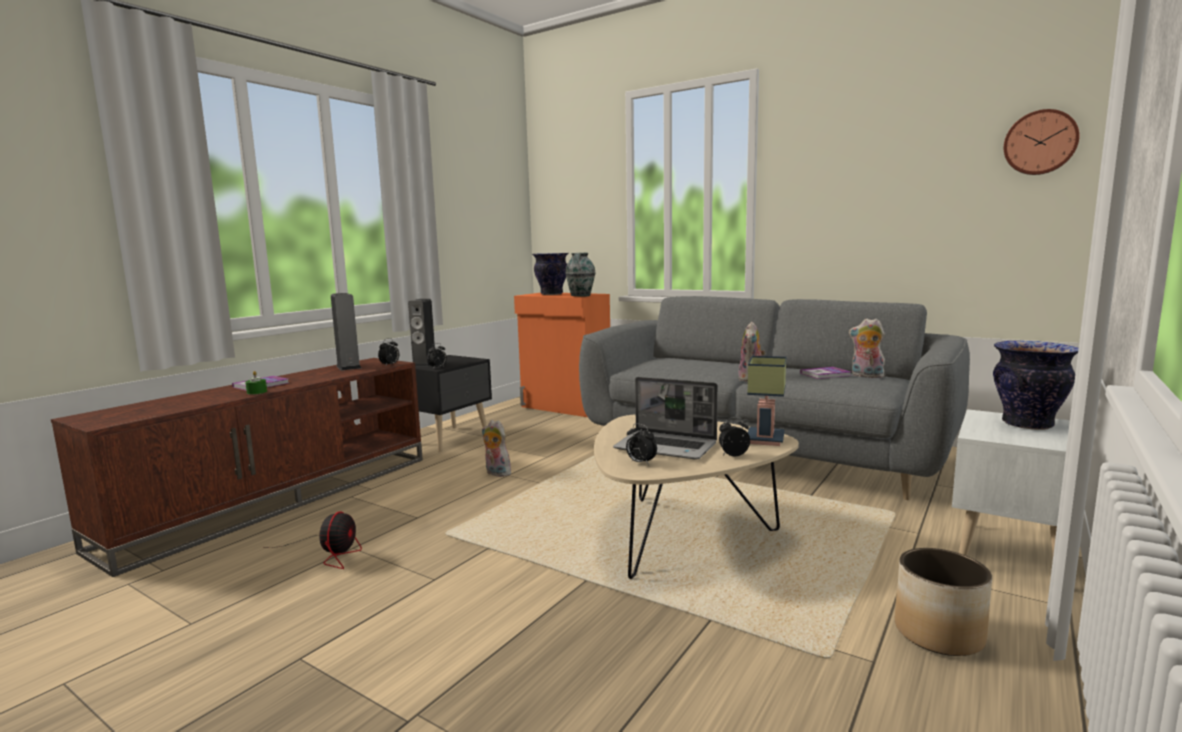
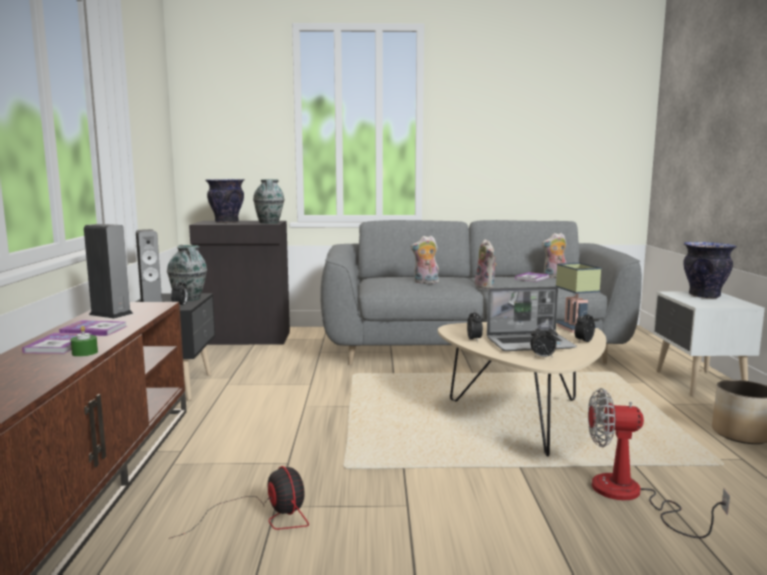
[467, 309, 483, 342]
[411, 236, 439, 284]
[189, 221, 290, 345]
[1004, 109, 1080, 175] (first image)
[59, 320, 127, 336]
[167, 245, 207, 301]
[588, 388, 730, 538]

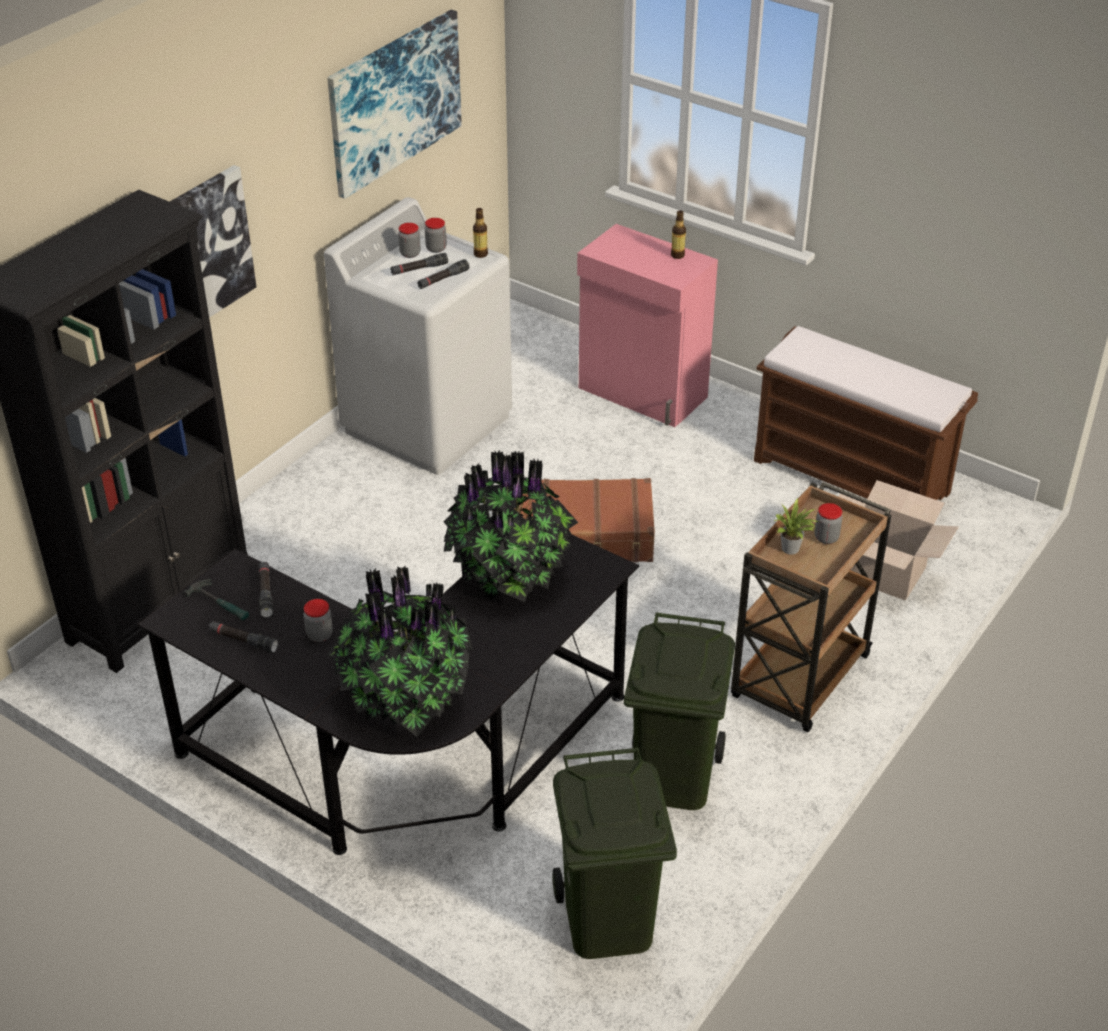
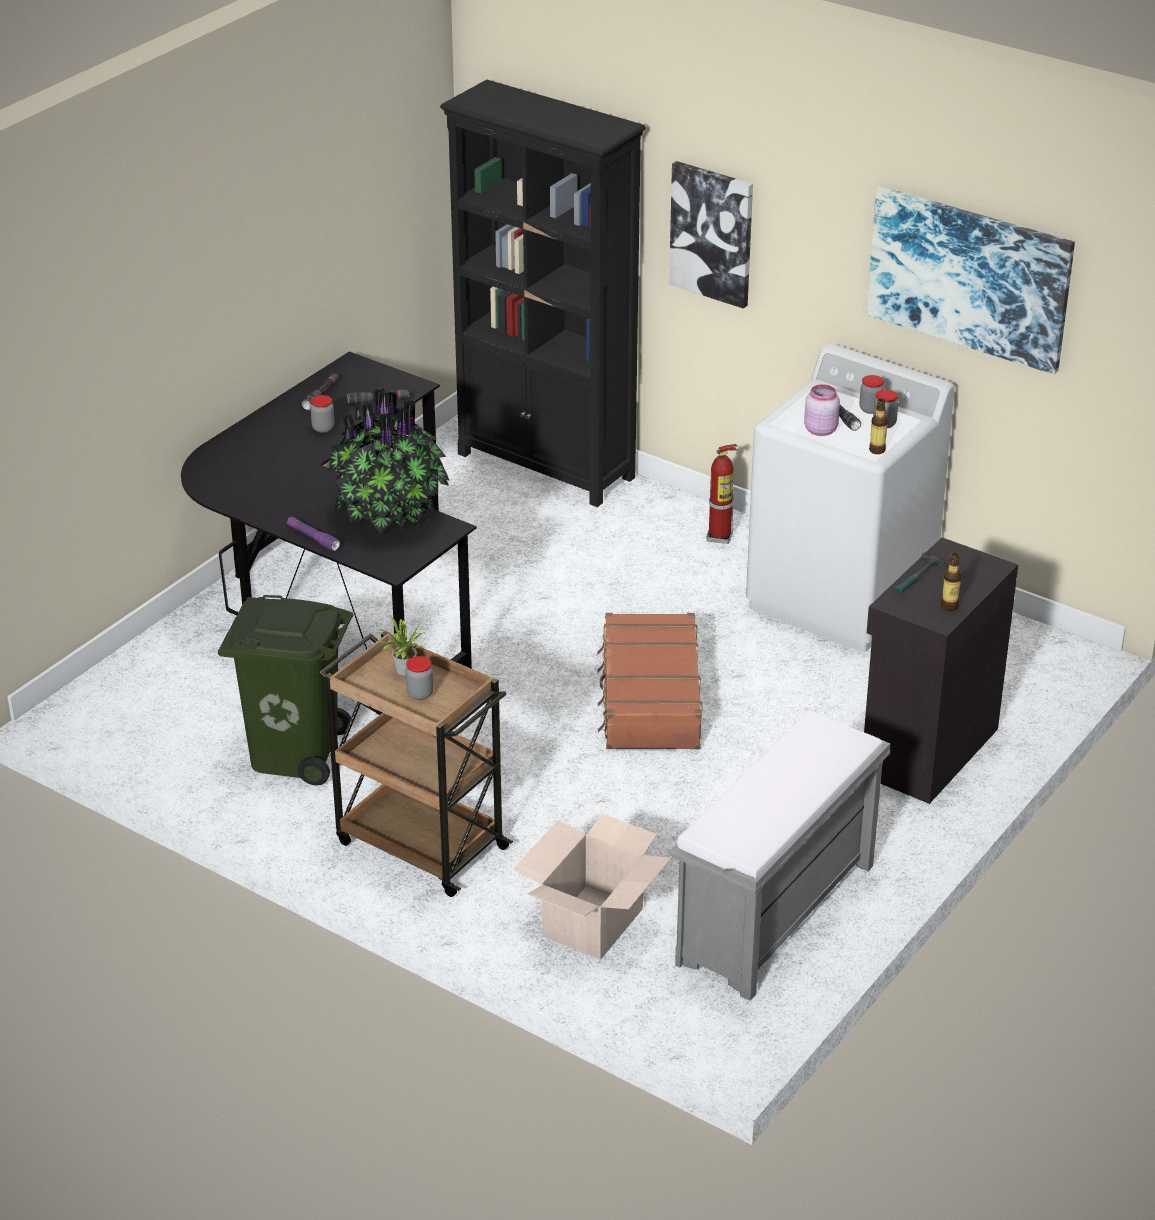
[893, 553, 945, 594]
[326, 566, 473, 737] (first image)
[804, 384, 840, 436]
[552, 748, 677, 959] (first image)
[864, 537, 1018, 804]
[669, 711, 890, 1001]
[287, 517, 340, 551]
[706, 444, 738, 544]

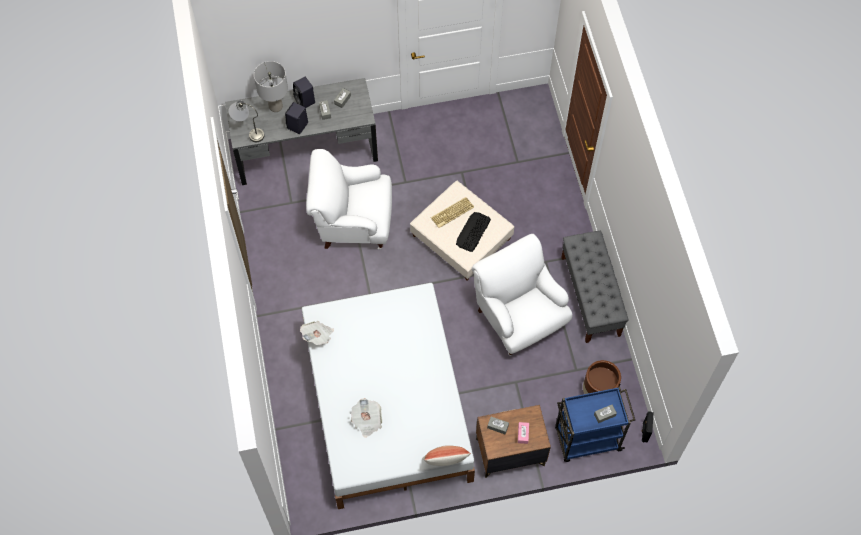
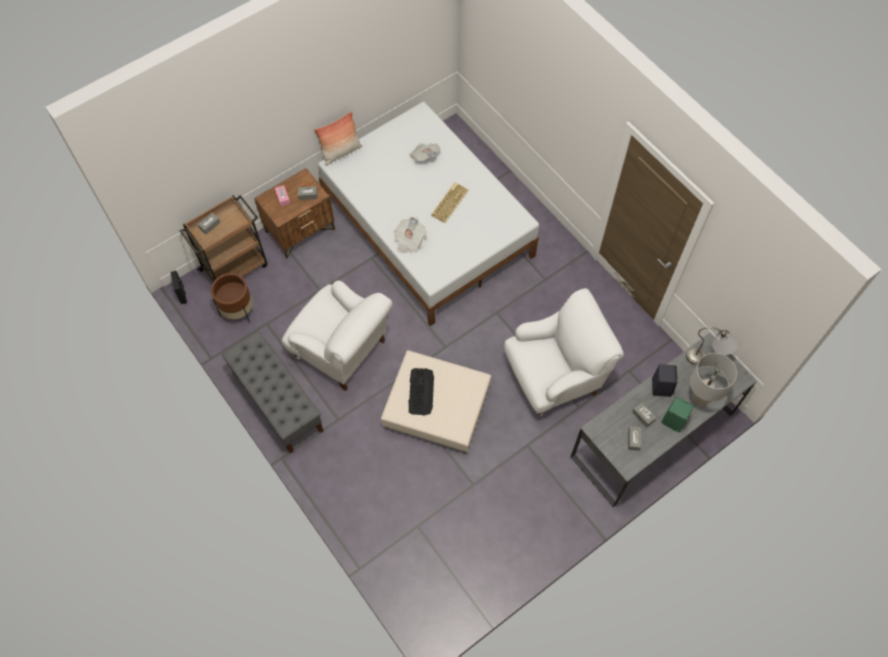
[661, 397, 694, 433]
[395, 217, 426, 253]
[431, 182, 469, 223]
[179, 195, 267, 282]

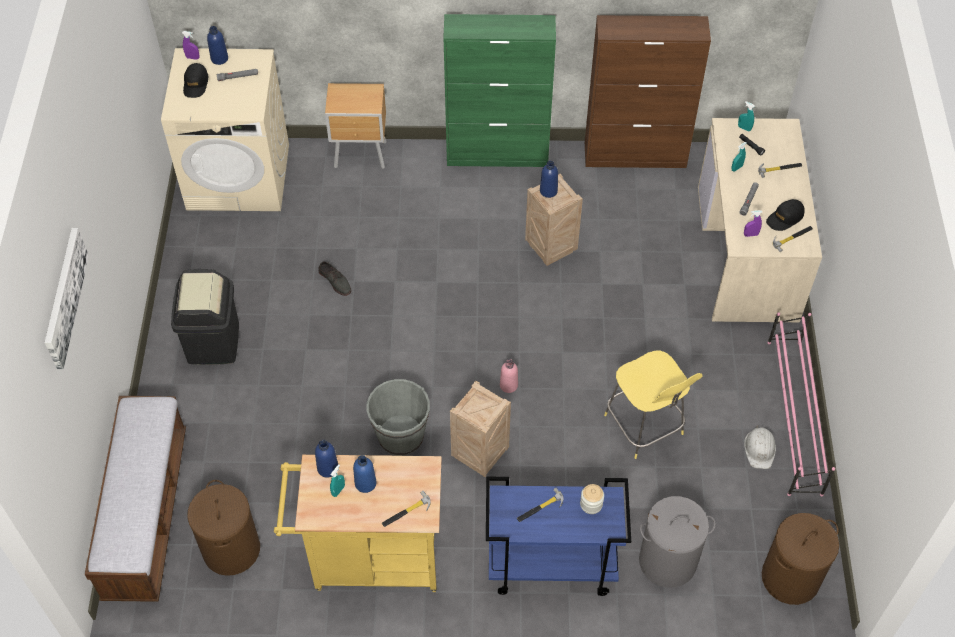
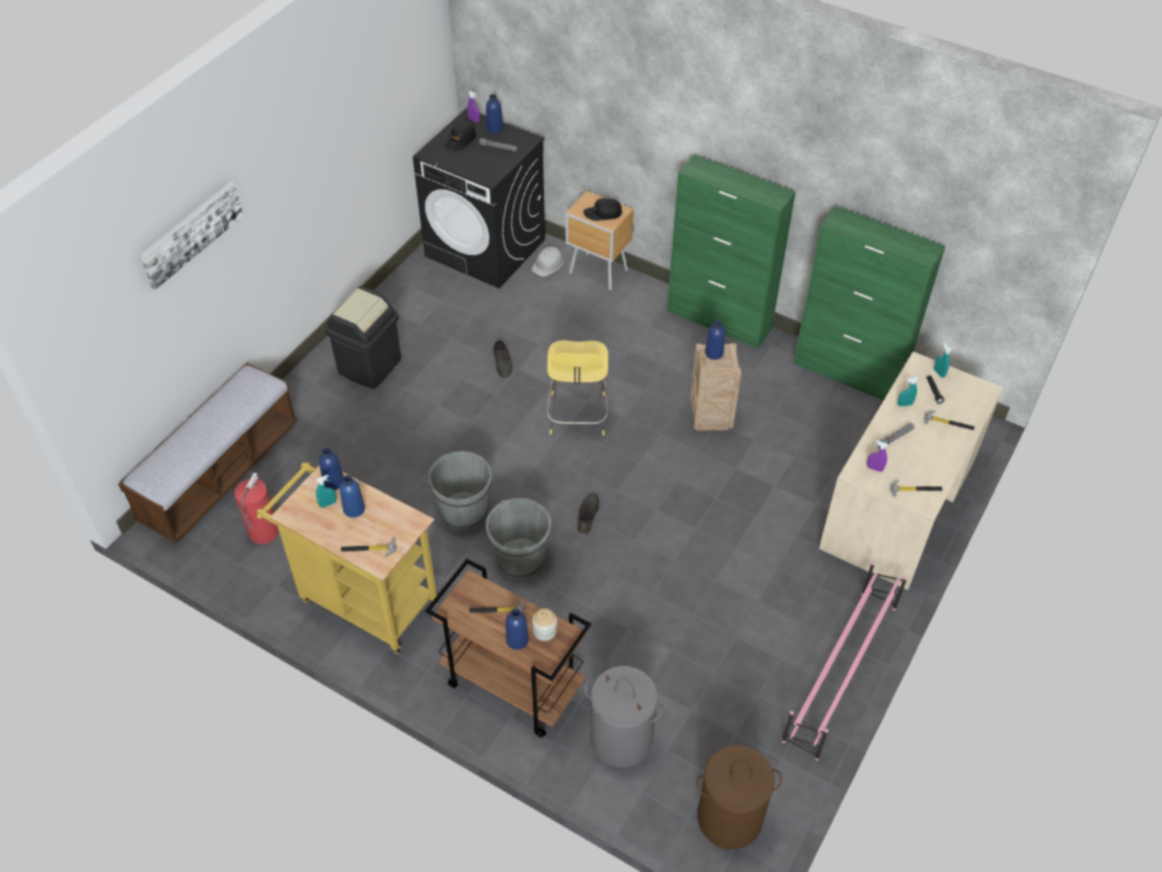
[413, 108, 545, 288]
[234, 473, 279, 544]
[486, 498, 551, 579]
[425, 559, 591, 737]
[577, 494, 599, 534]
[794, 206, 945, 401]
[547, 340, 608, 436]
[532, 247, 564, 277]
[584, 198, 622, 221]
[506, 608, 529, 650]

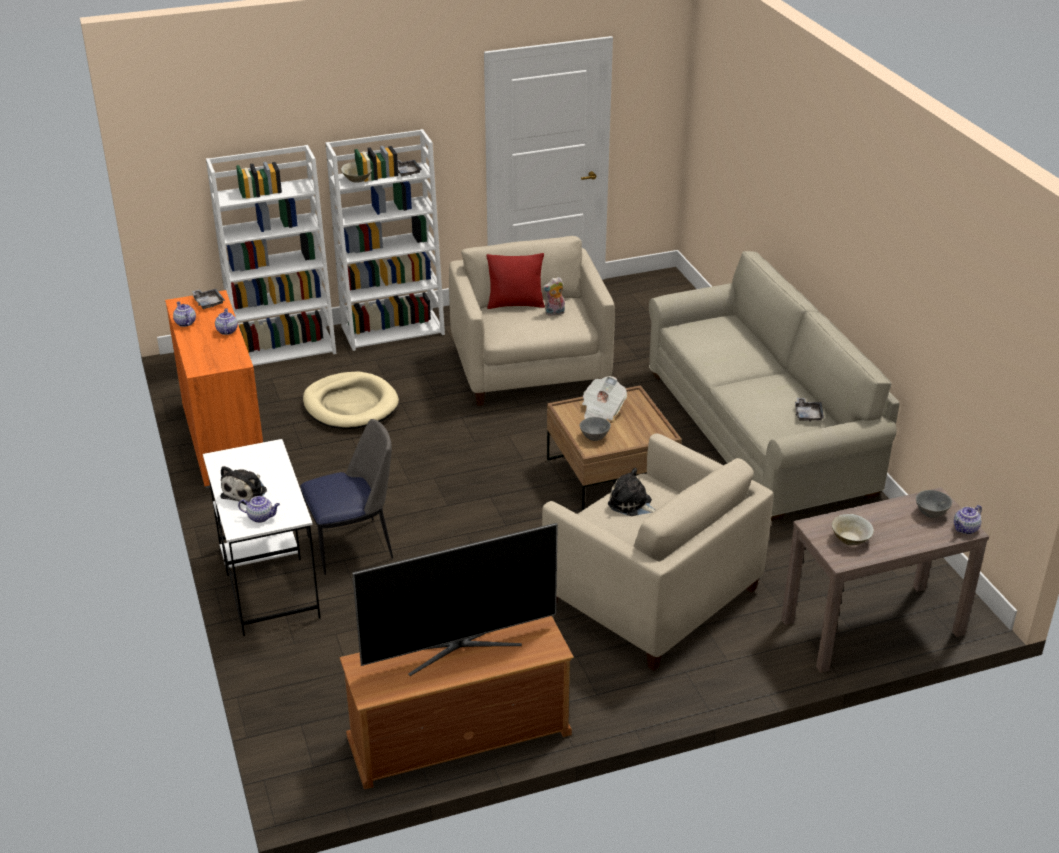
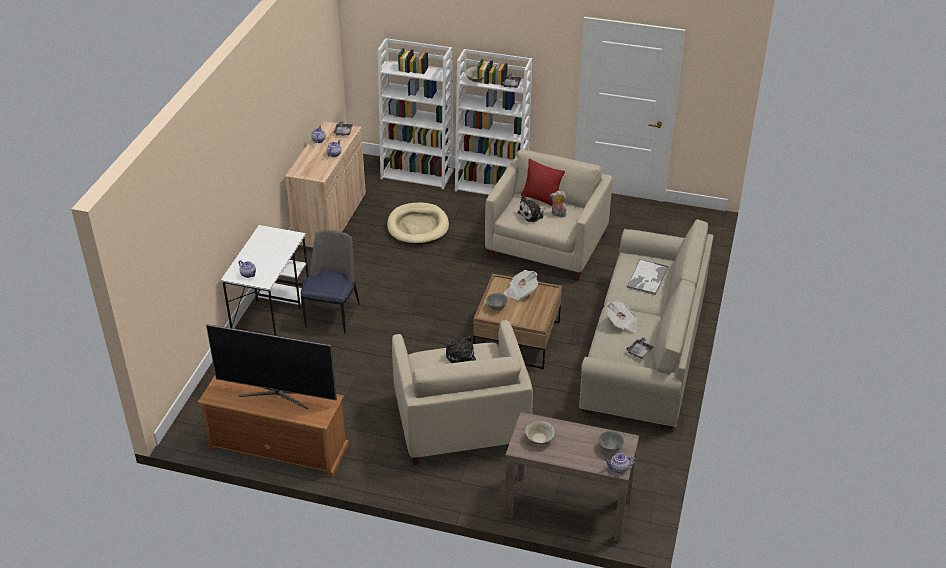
[285, 121, 366, 247]
[518, 196, 546, 222]
[300, 230, 360, 334]
[607, 301, 638, 333]
[626, 259, 669, 295]

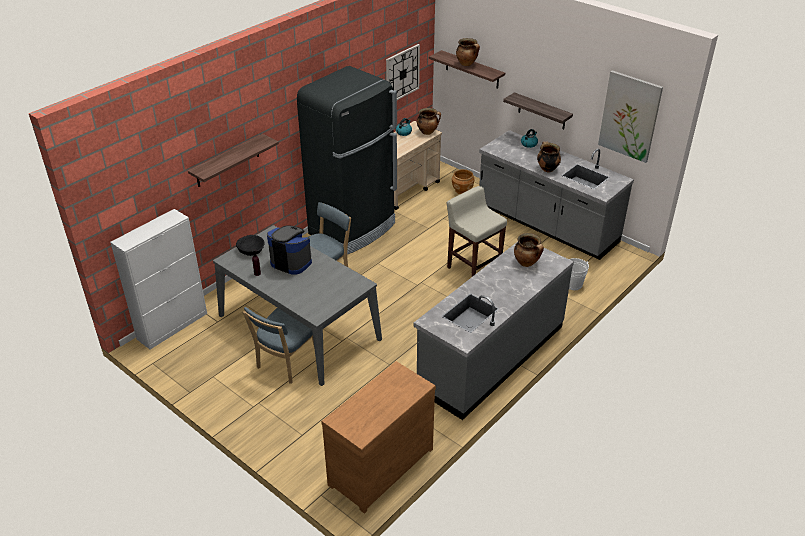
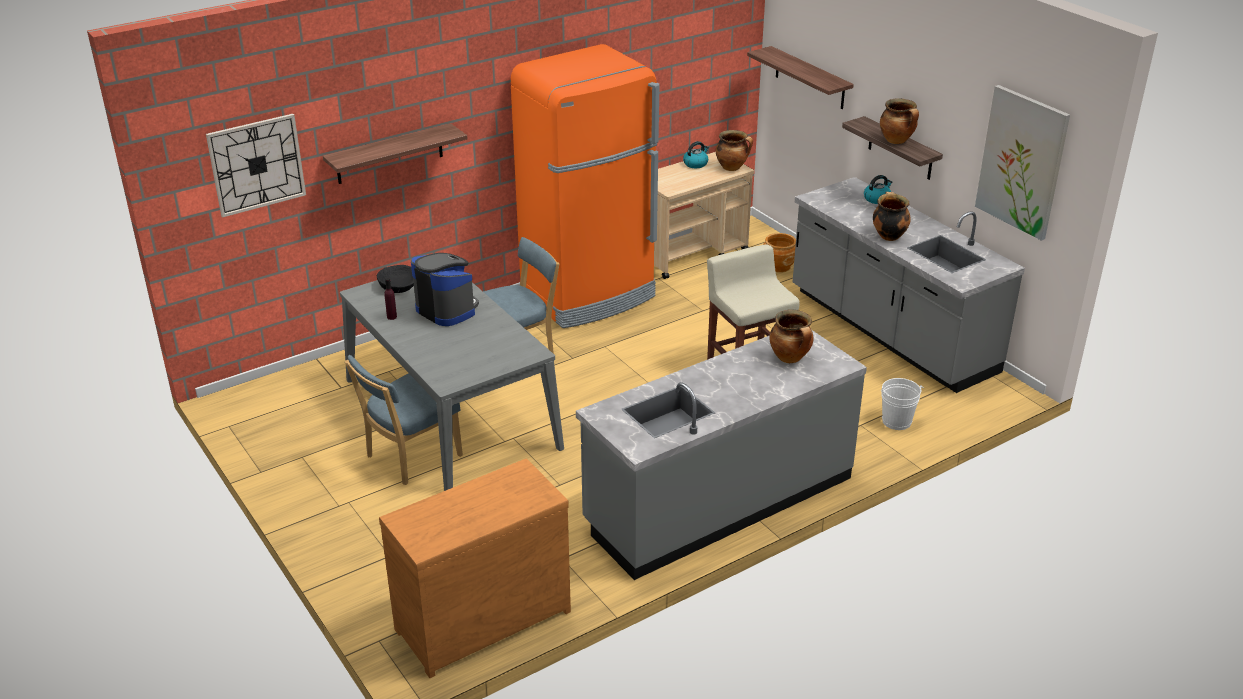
[110, 209, 207, 349] (first image)
[511, 44, 660, 328]
[206, 114, 306, 217]
[880, 99, 919, 144]

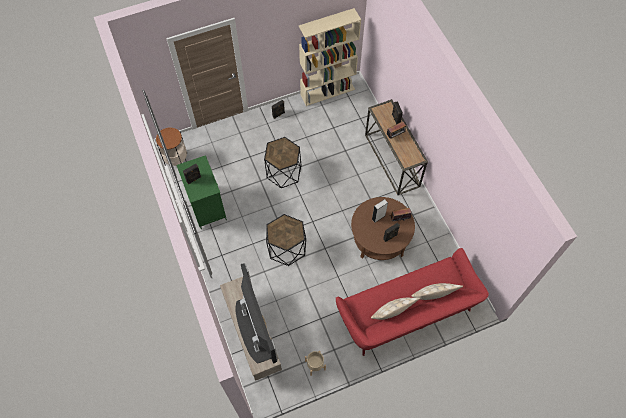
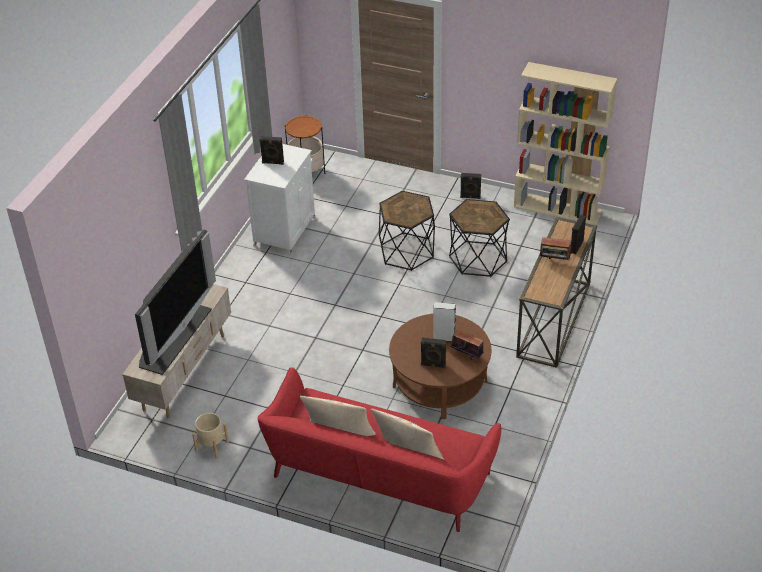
[244, 144, 315, 255]
[449, 199, 510, 277]

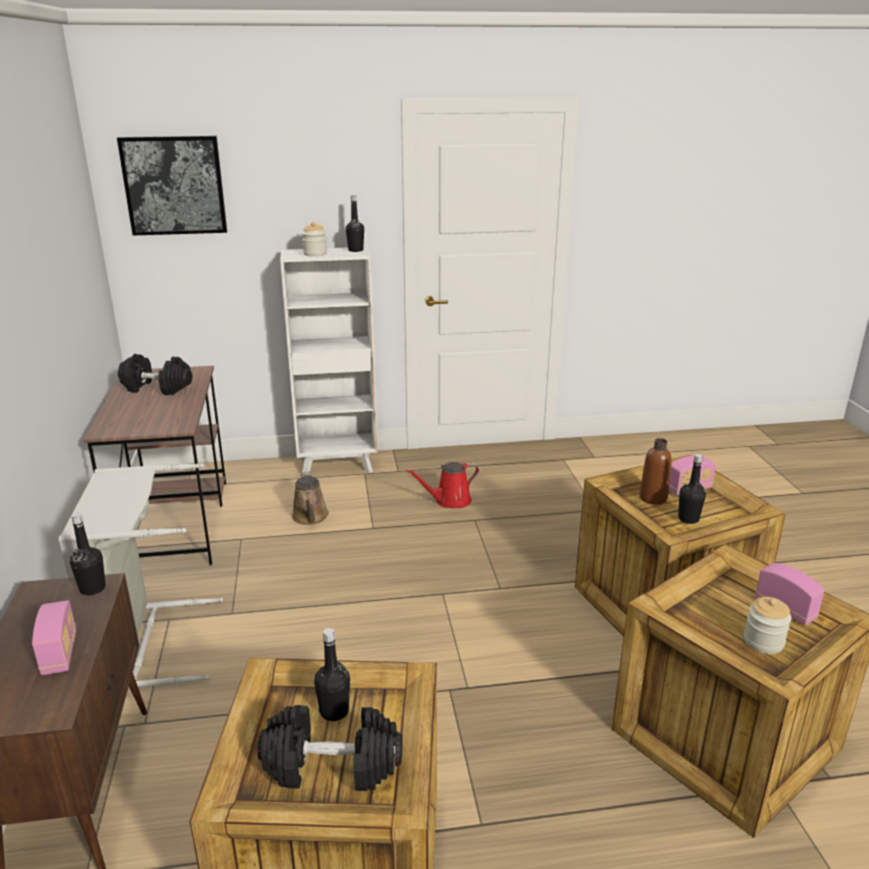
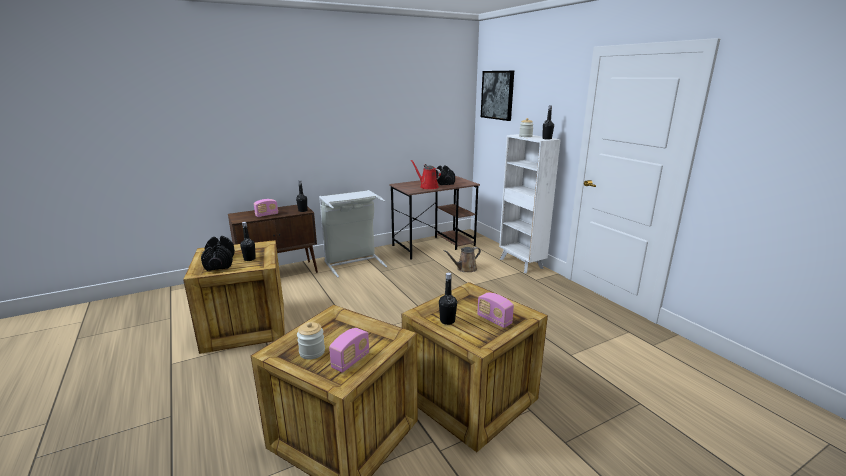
[411, 160, 441, 189]
[639, 438, 672, 505] (first image)

